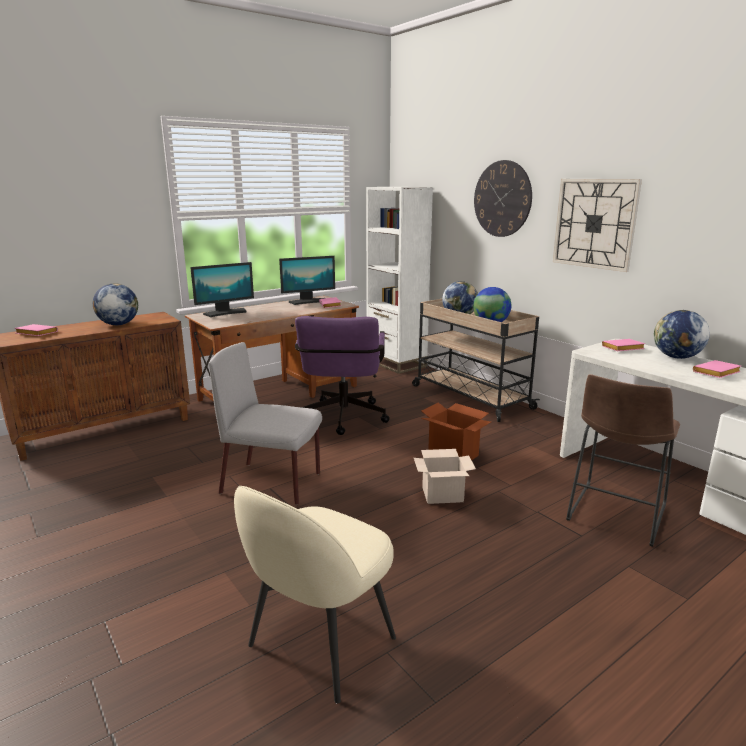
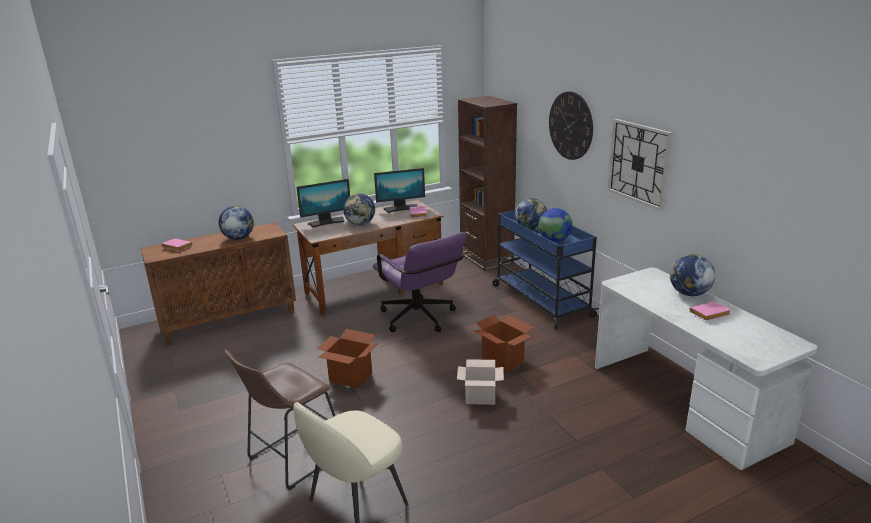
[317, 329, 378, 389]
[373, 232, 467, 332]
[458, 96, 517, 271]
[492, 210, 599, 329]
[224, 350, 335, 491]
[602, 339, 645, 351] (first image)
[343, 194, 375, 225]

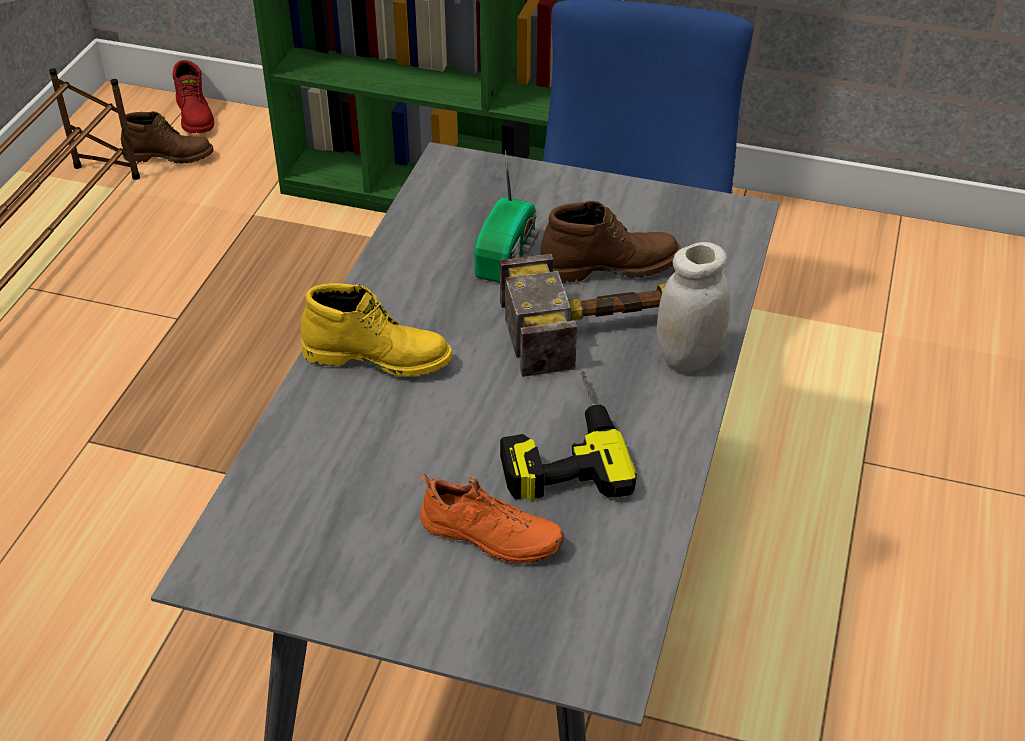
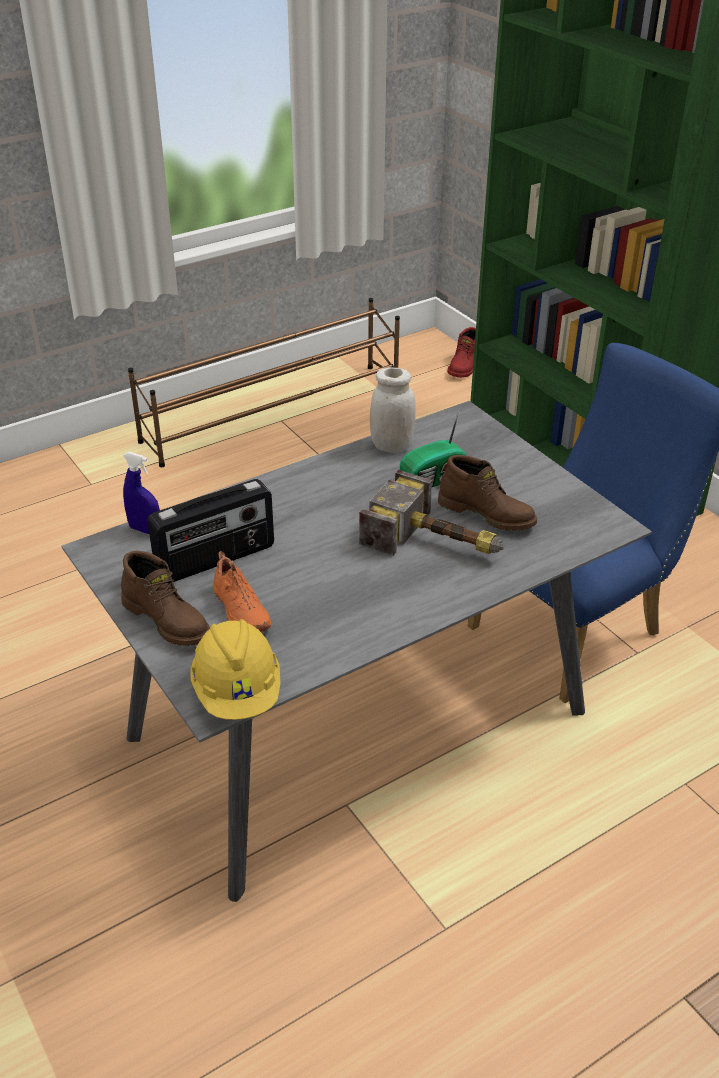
[121, 551, 210, 646]
[301, 283, 452, 377] (first image)
[500, 371, 637, 502] (first image)
[370, 367, 416, 453]
[123, 452, 160, 535]
[148, 479, 274, 582]
[190, 619, 280, 720]

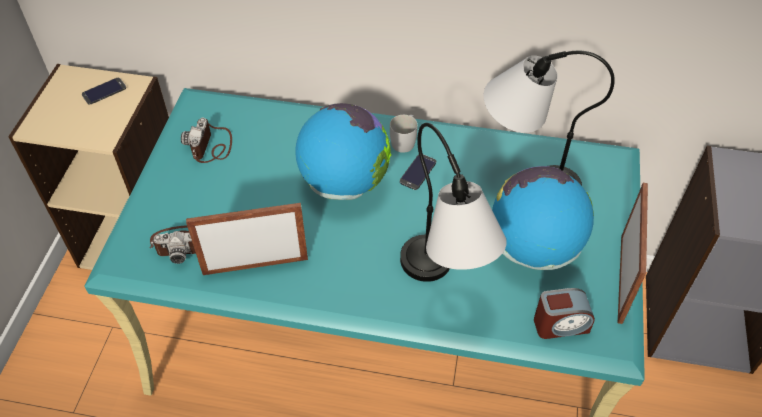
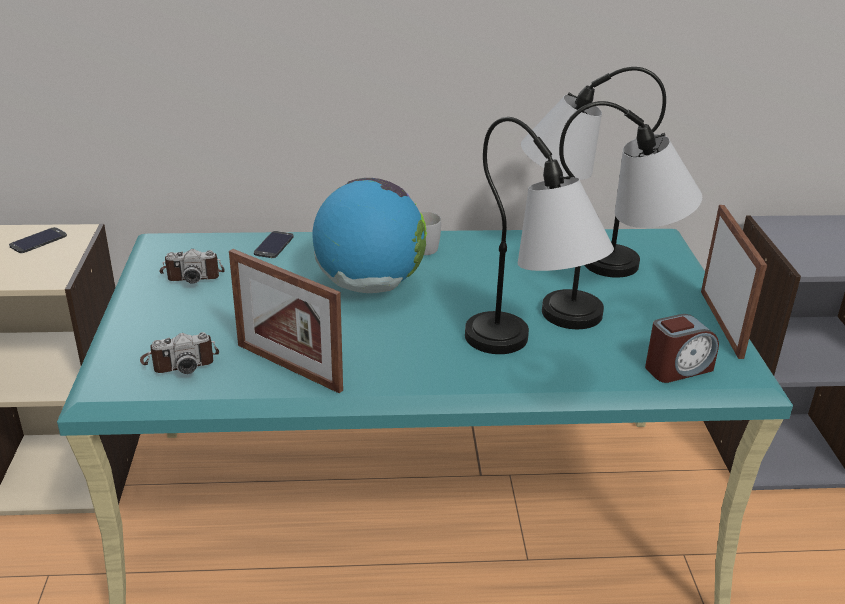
[159, 249, 225, 284]
[229, 249, 343, 393]
[254, 231, 294, 258]
[542, 101, 702, 329]

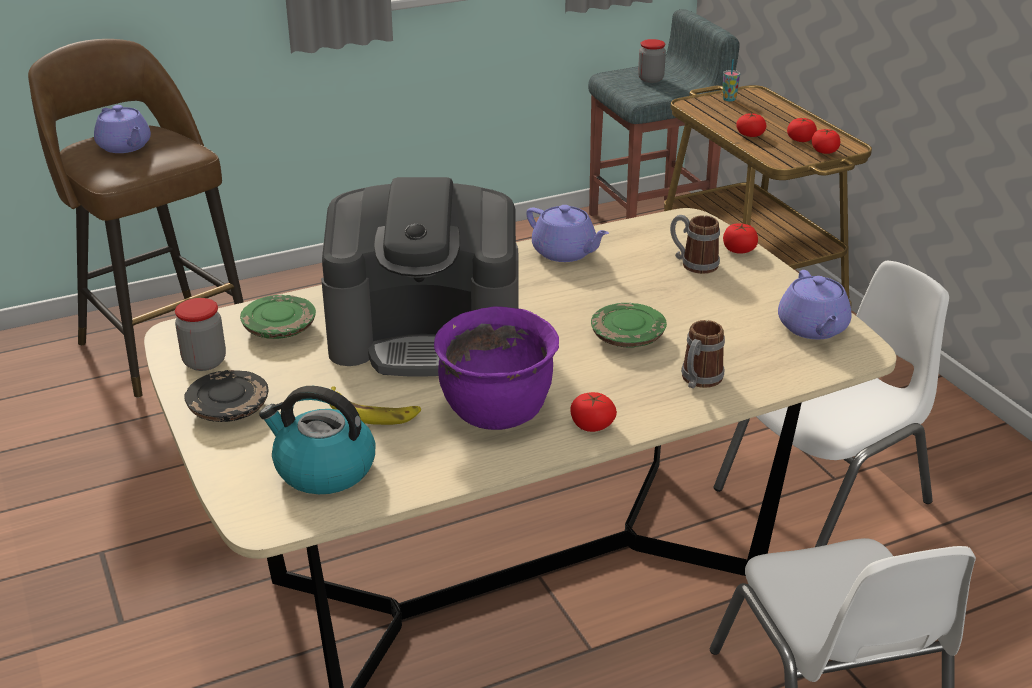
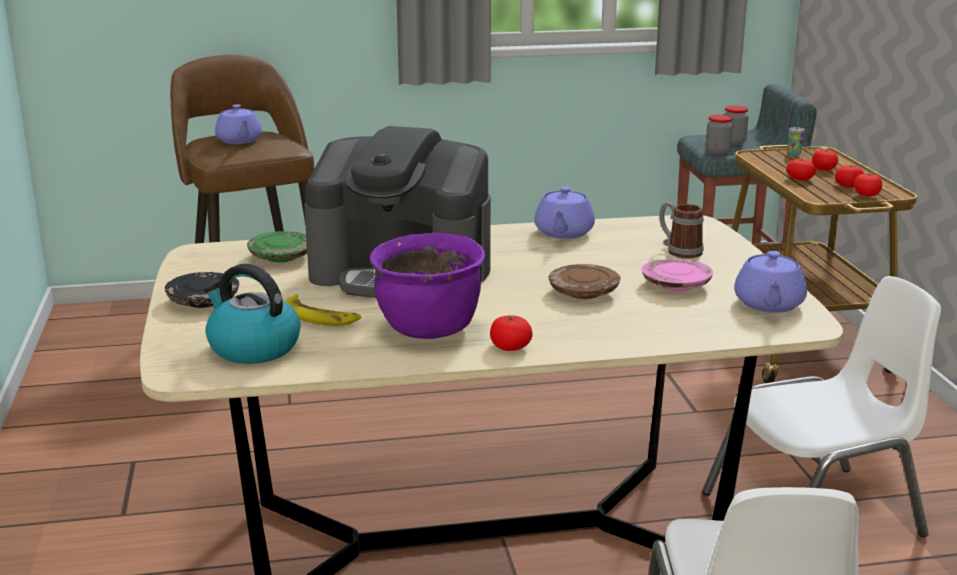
[706, 115, 733, 155]
[534, 187, 595, 239]
[549, 264, 621, 299]
[681, 320, 725, 388] (first image)
[812, 149, 838, 170]
[642, 258, 713, 291]

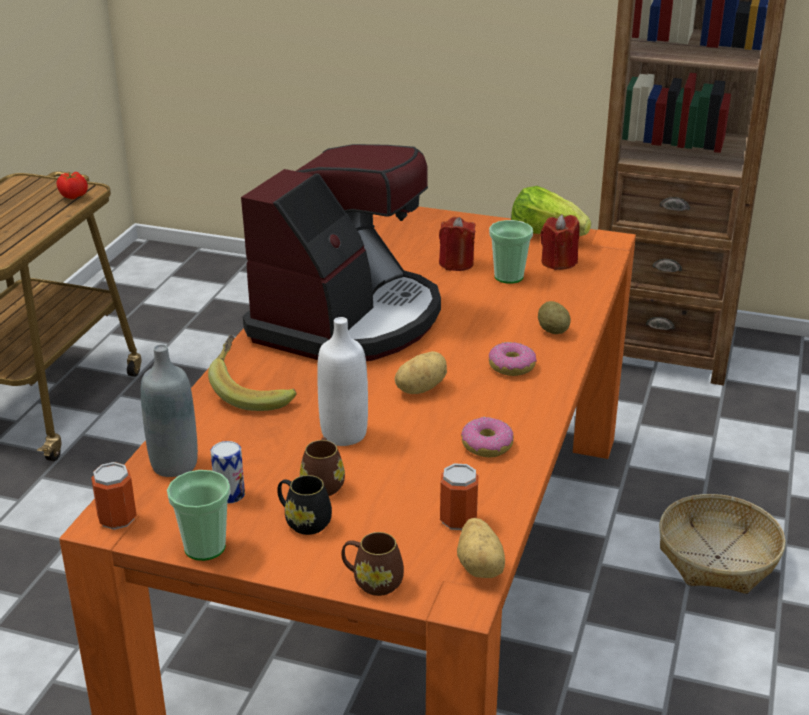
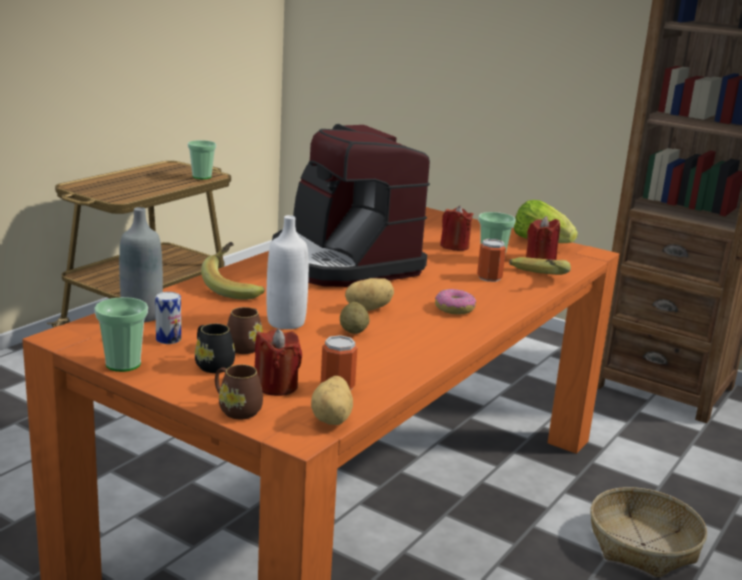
[188, 140, 216, 179]
[477, 239, 506, 282]
[272, 124, 430, 287]
[461, 417, 514, 458] (first image)
[340, 302, 370, 334]
[255, 329, 302, 396]
[509, 257, 571, 275]

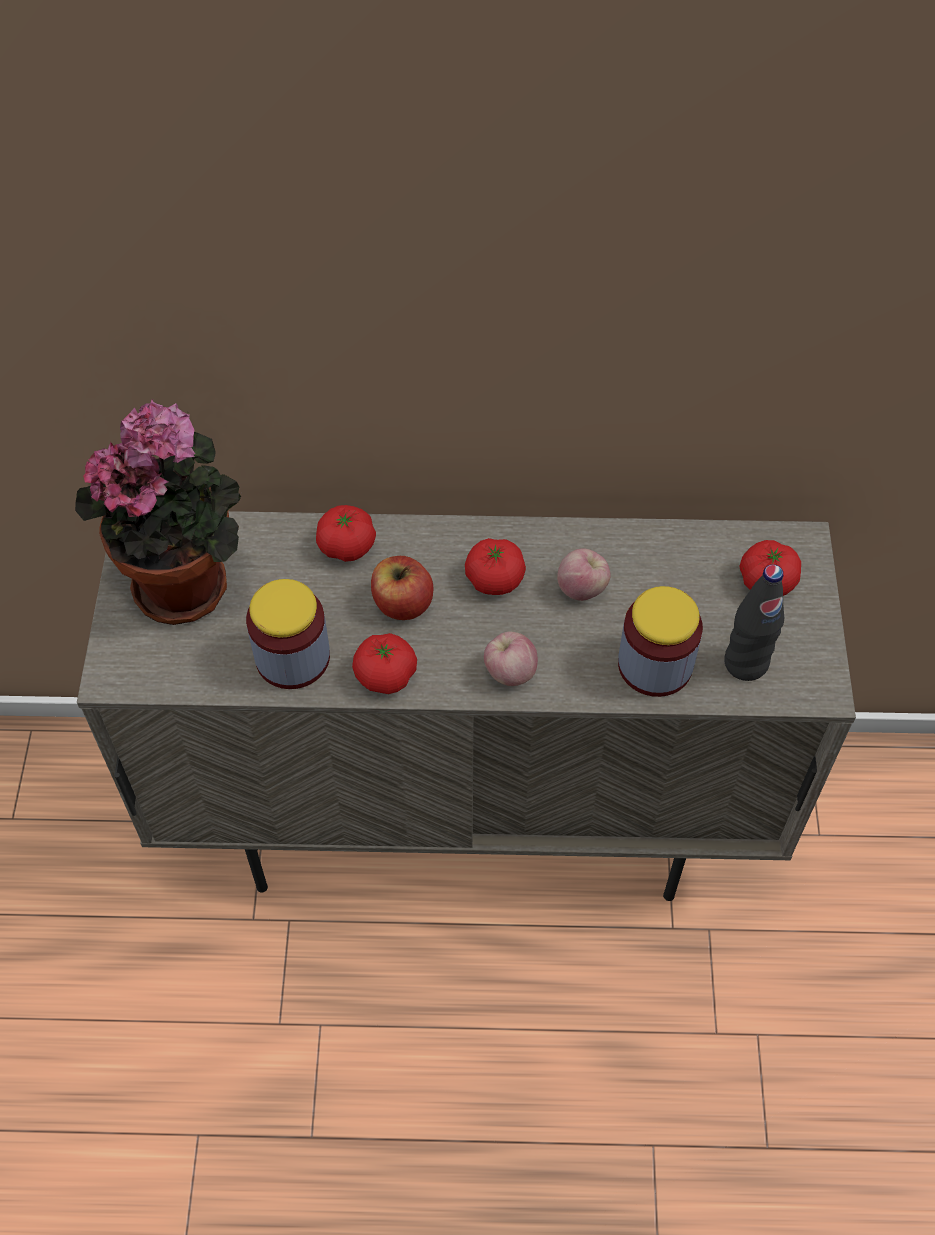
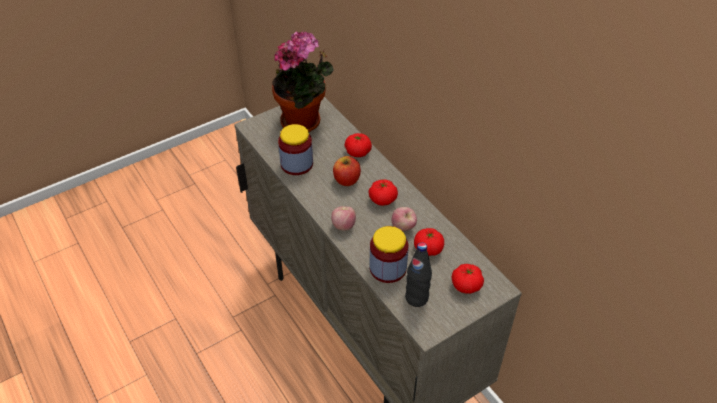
[414, 228, 444, 256]

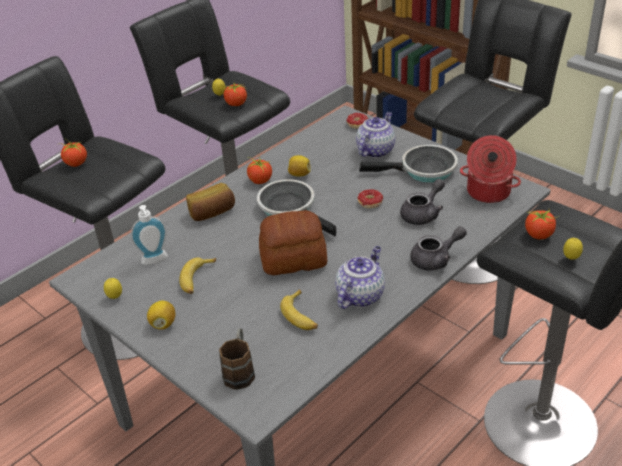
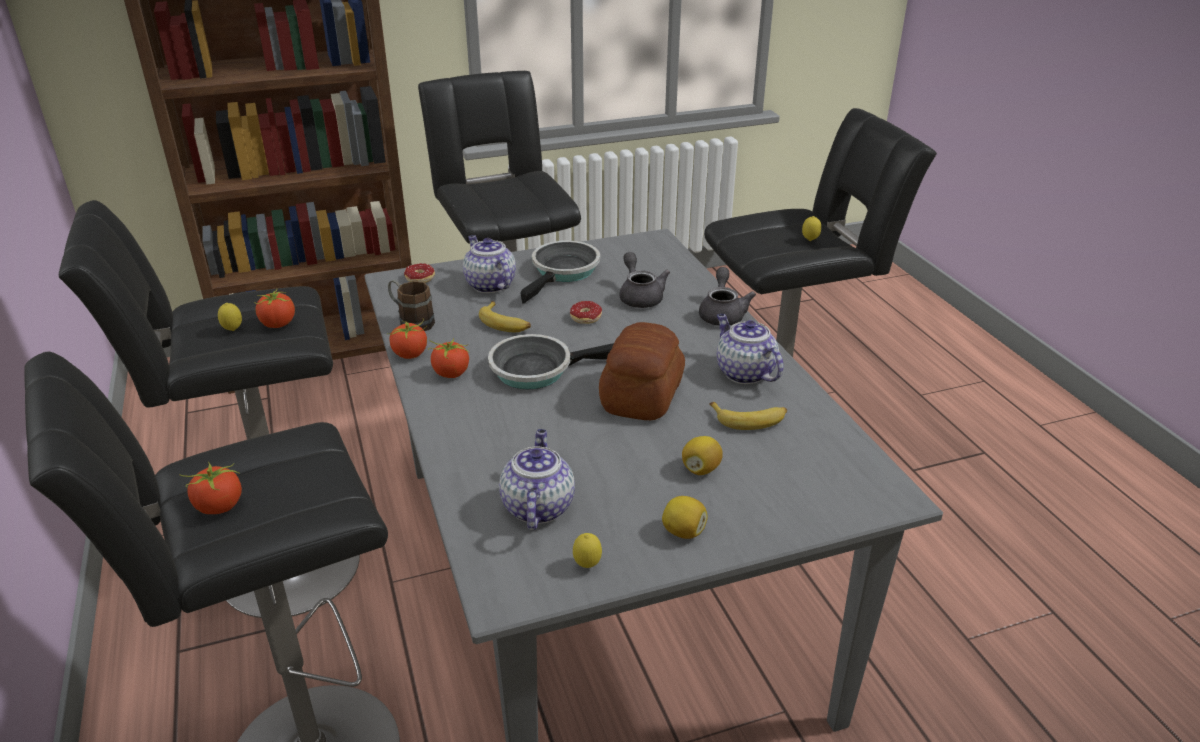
[499, 429, 575, 530]
[479, 301, 531, 332]
[186, 183, 235, 221] (first image)
[388, 280, 435, 331]
[682, 436, 723, 475]
[460, 135, 521, 203] (first image)
[389, 319, 427, 359]

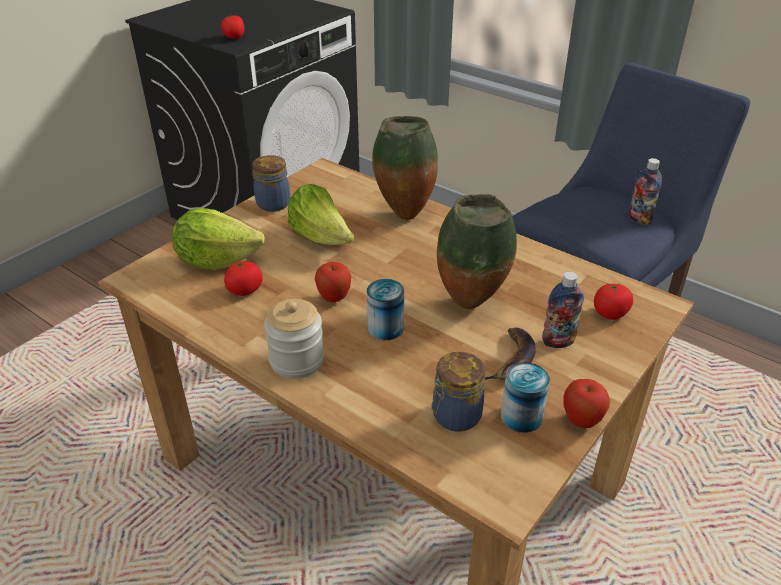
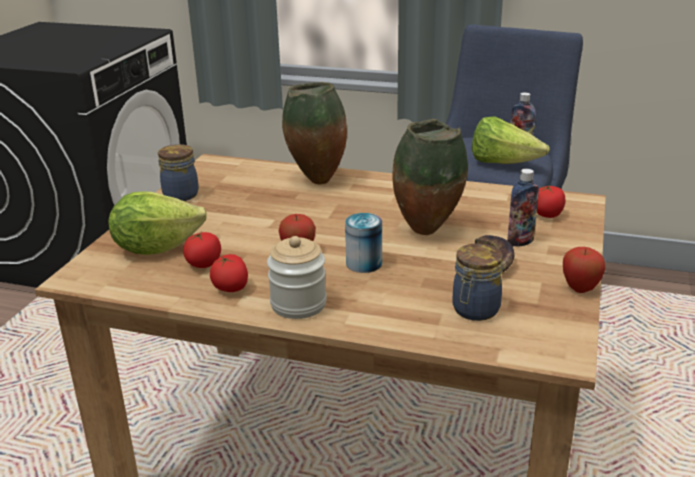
[210, 254, 248, 292]
[472, 116, 550, 164]
[501, 362, 550, 433] (first image)

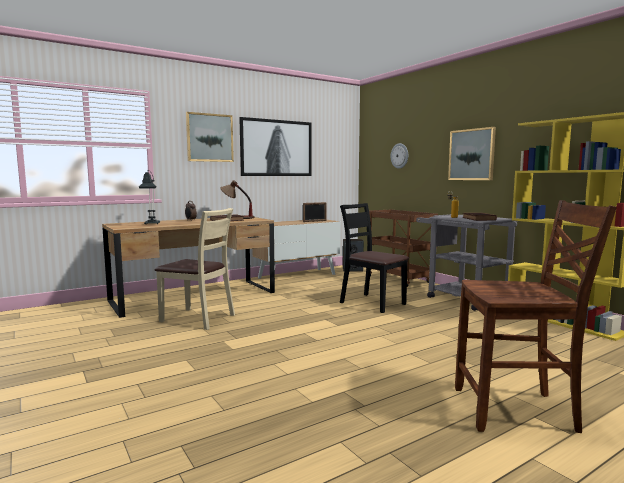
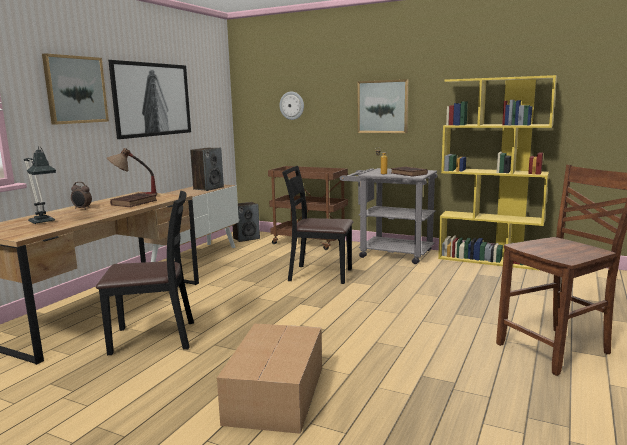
[96, 191, 194, 355]
[190, 148, 224, 191]
[217, 323, 322, 434]

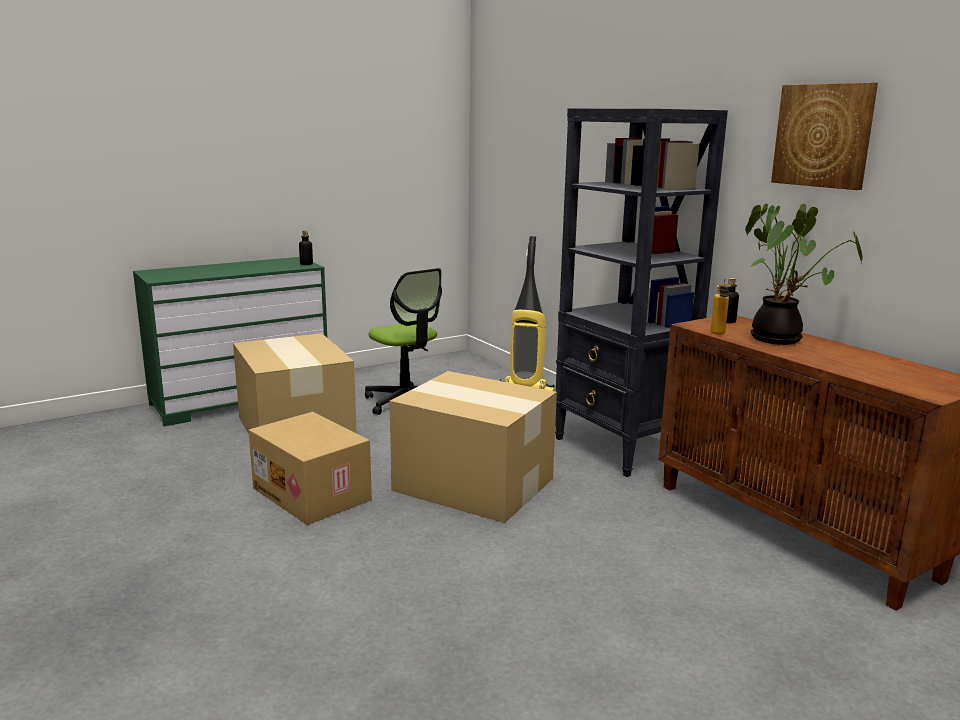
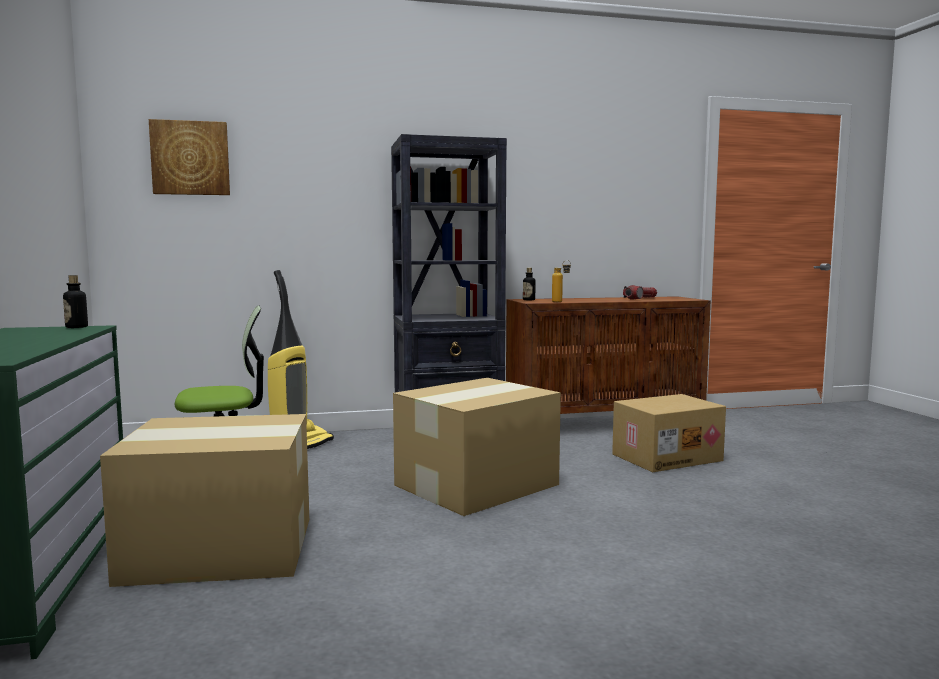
[612, 394, 726, 472]
[745, 204, 863, 345] (first image)
[149, 119, 230, 195]
[623, 285, 657, 300]

